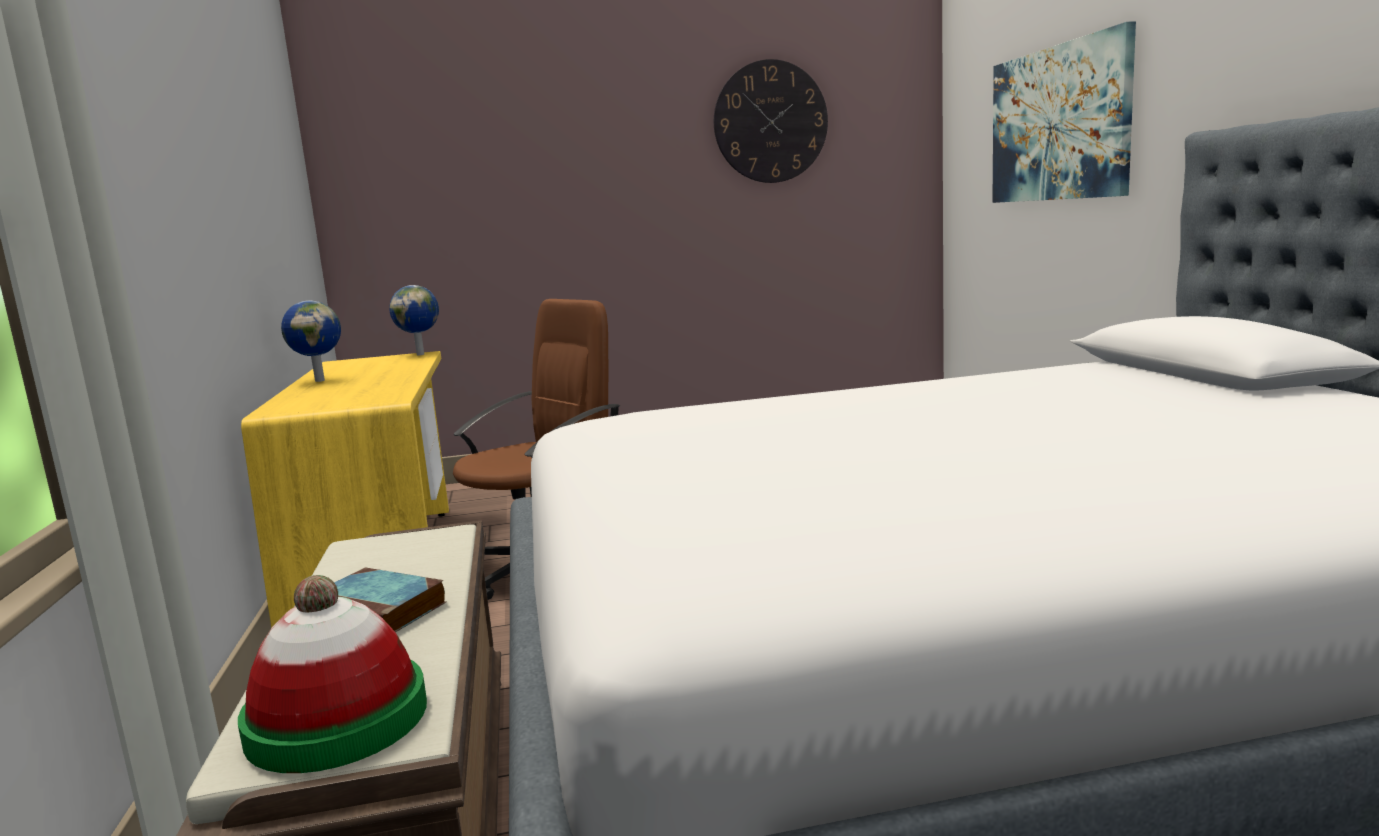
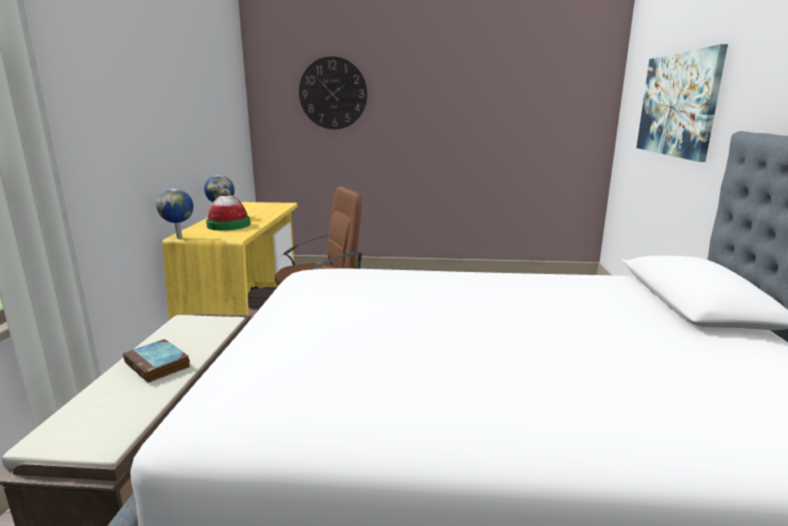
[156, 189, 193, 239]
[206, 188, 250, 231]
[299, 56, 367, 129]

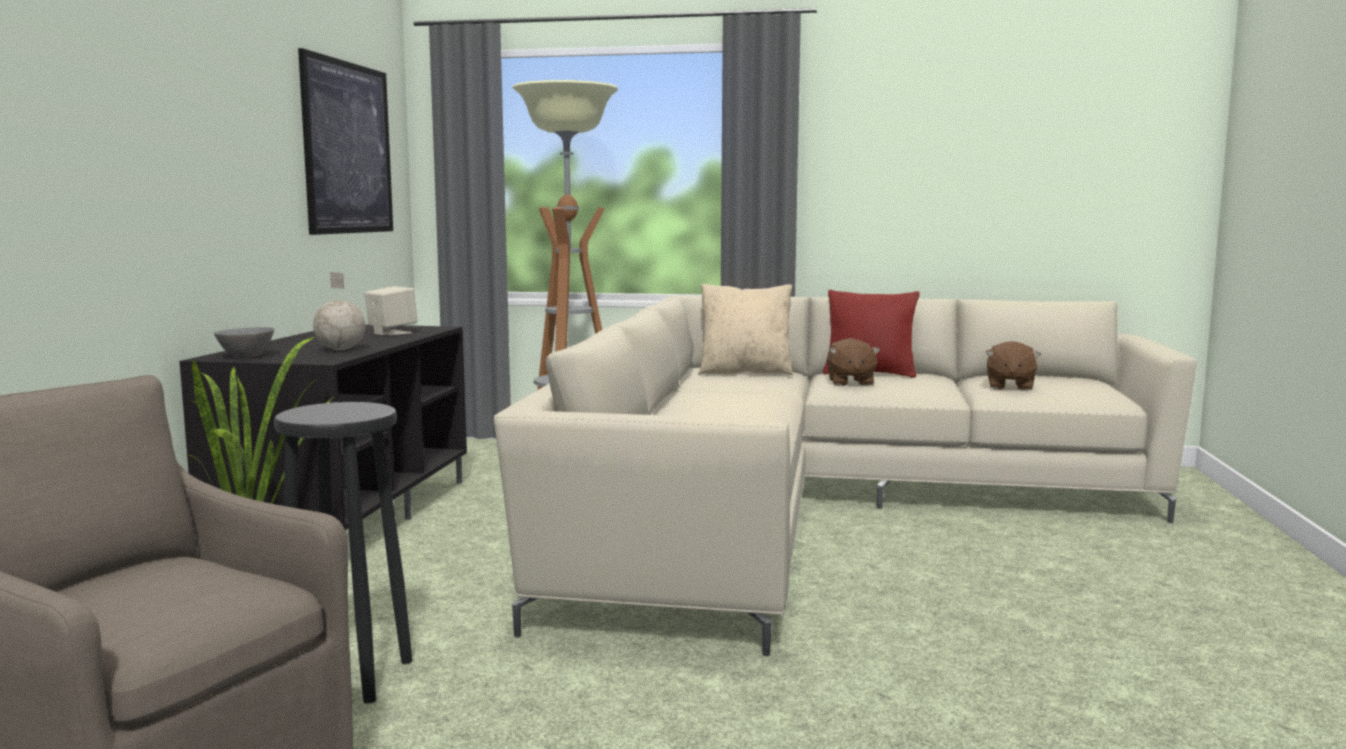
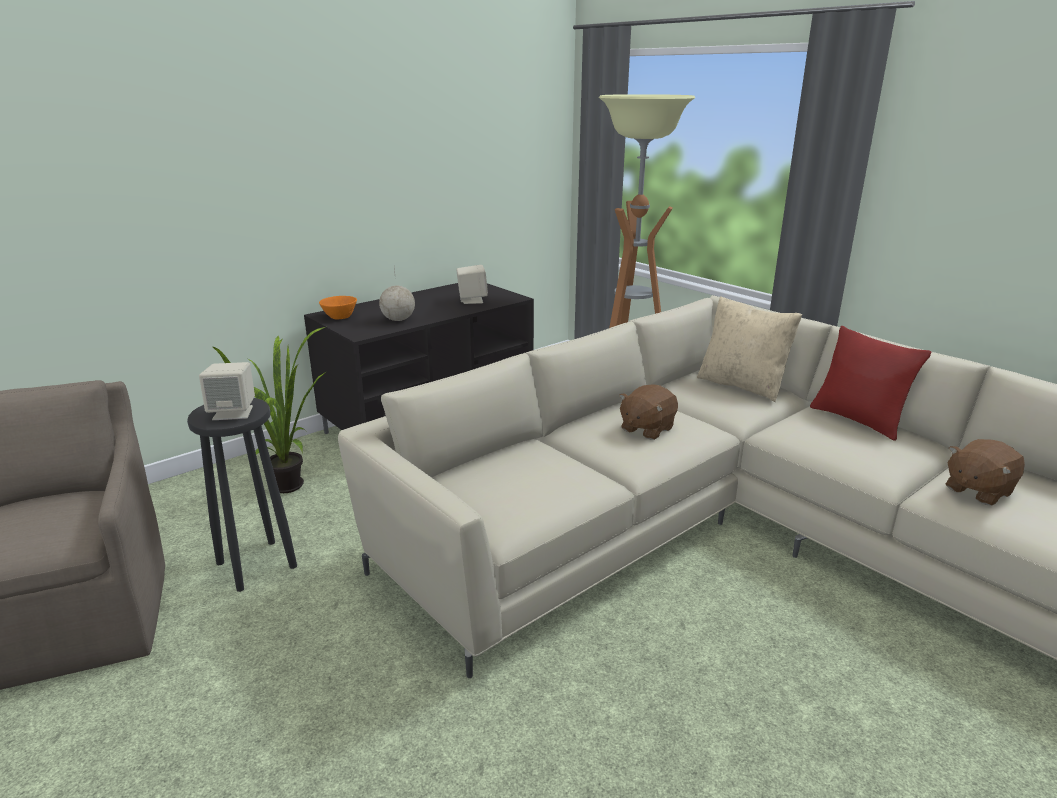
[199, 362, 255, 420]
[319, 296, 357, 319]
[619, 384, 678, 440]
[298, 48, 393, 235] (first image)

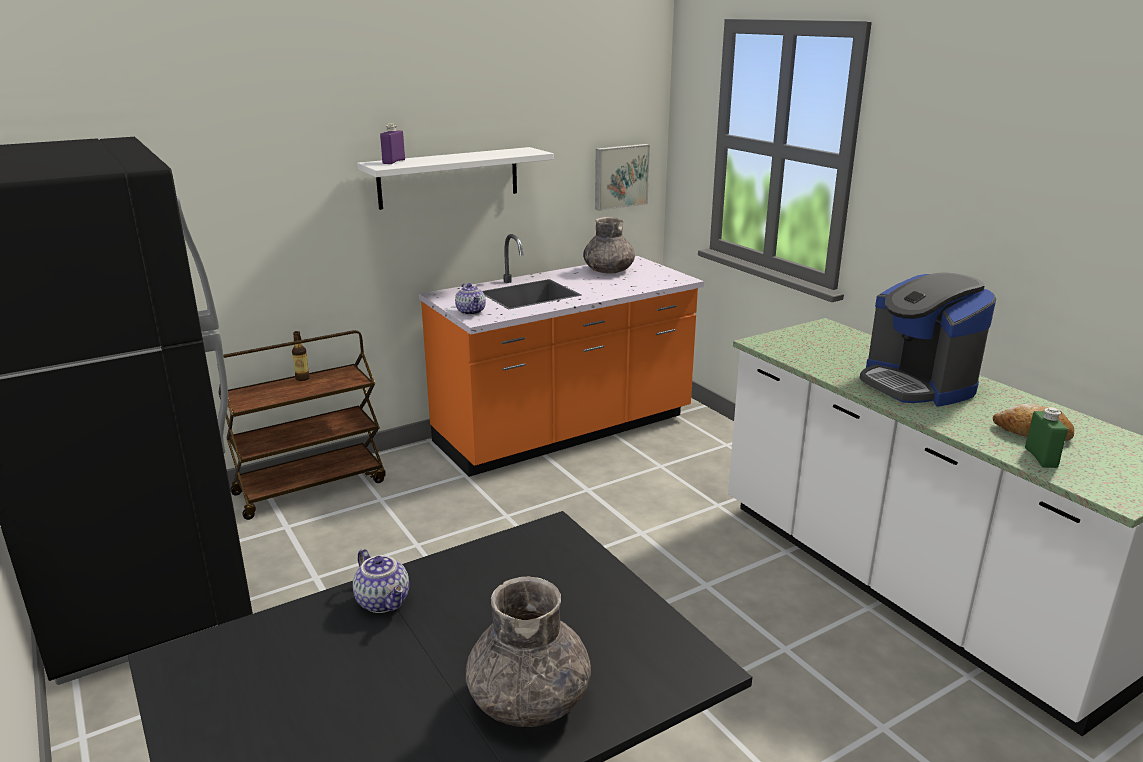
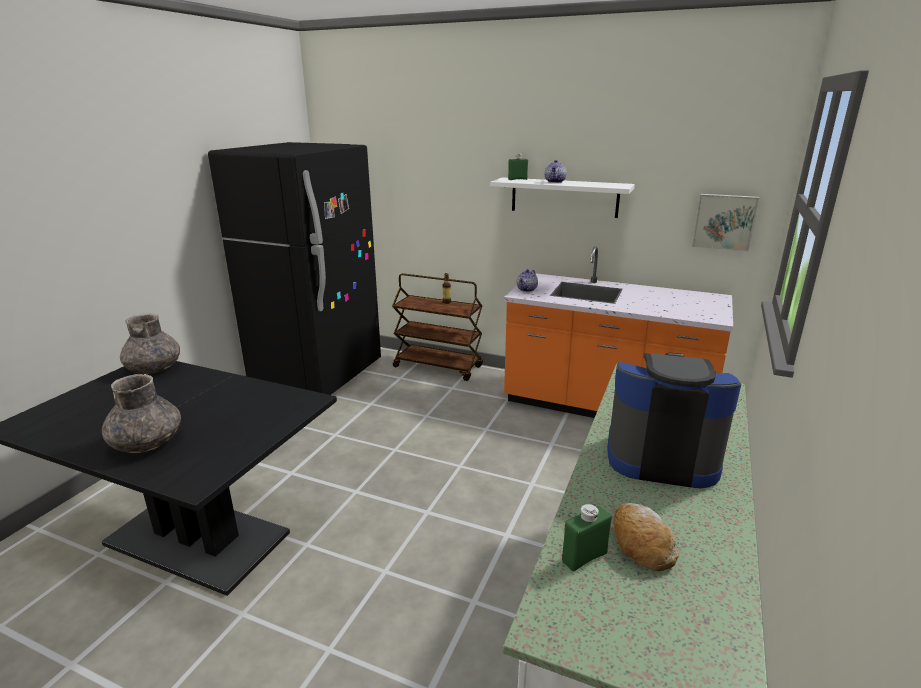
[120, 313, 180, 374]
[508, 154, 528, 180]
[545, 160, 566, 183]
[607, 352, 741, 488]

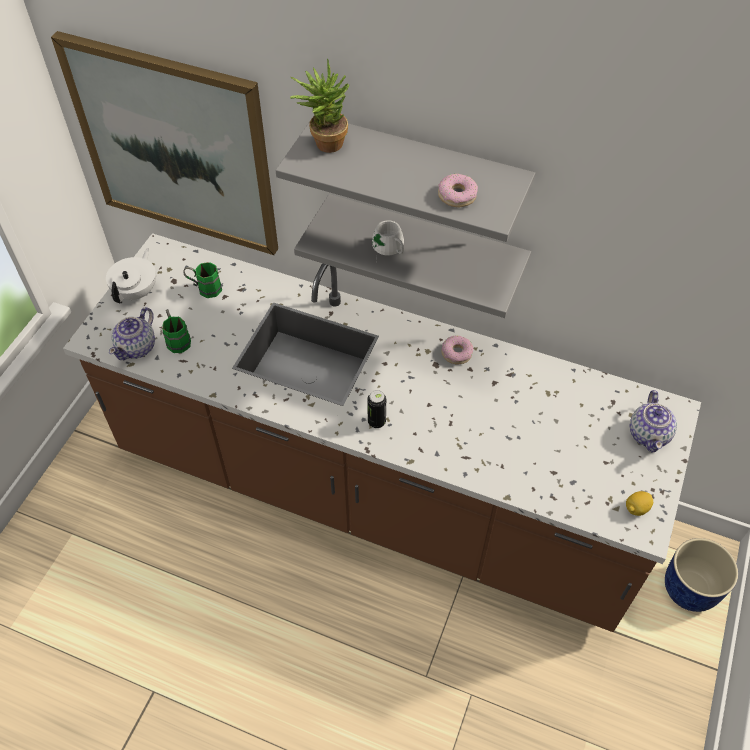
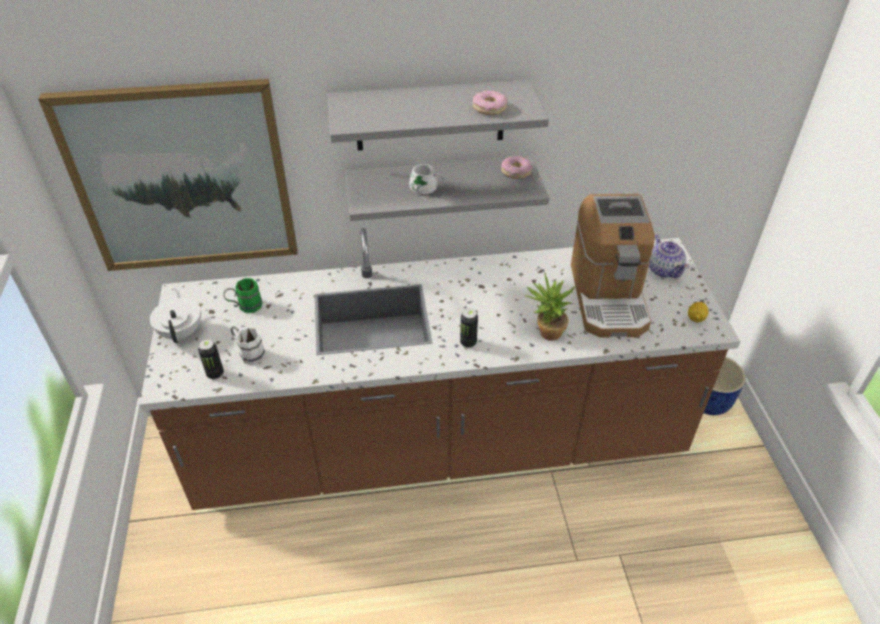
[198, 339, 224, 380]
[231, 326, 266, 365]
[501, 156, 533, 179]
[525, 273, 576, 341]
[571, 194, 655, 338]

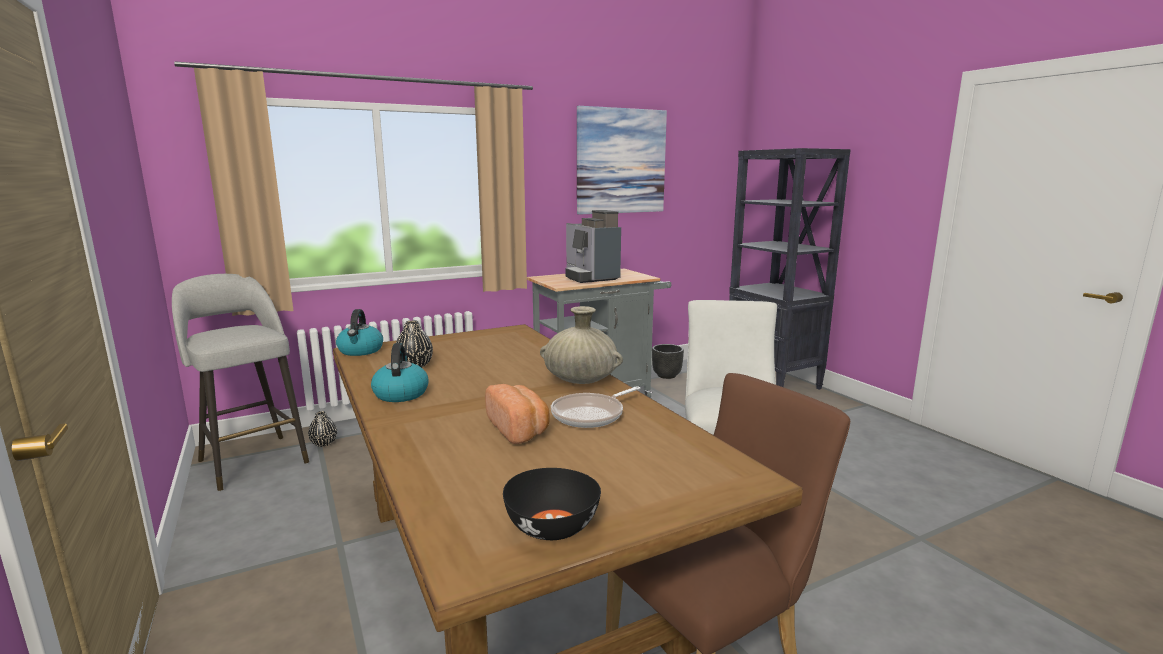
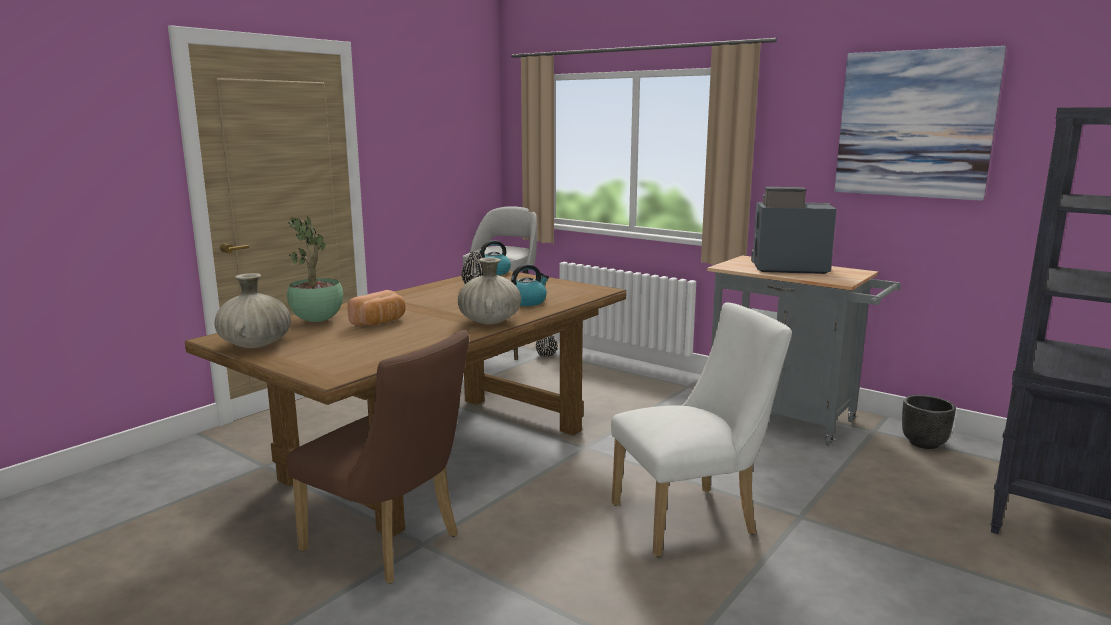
[215, 273, 291, 348]
[287, 217, 343, 322]
[511, 264, 549, 306]
[751, 187, 837, 274]
[551, 386, 640, 428] (first image)

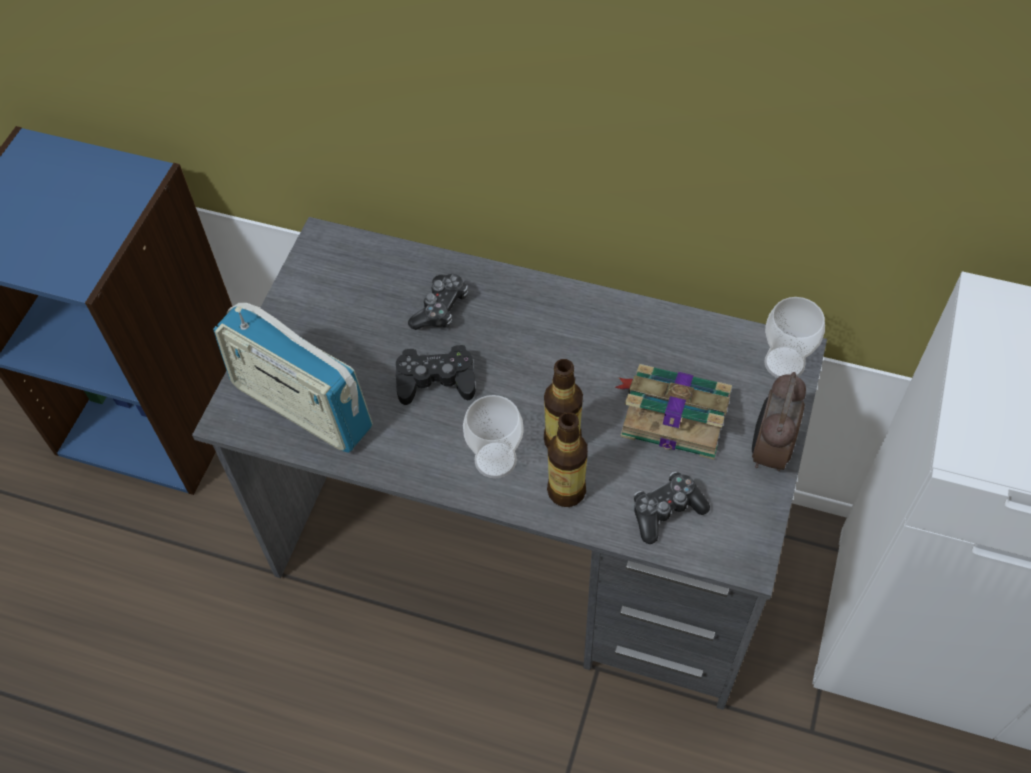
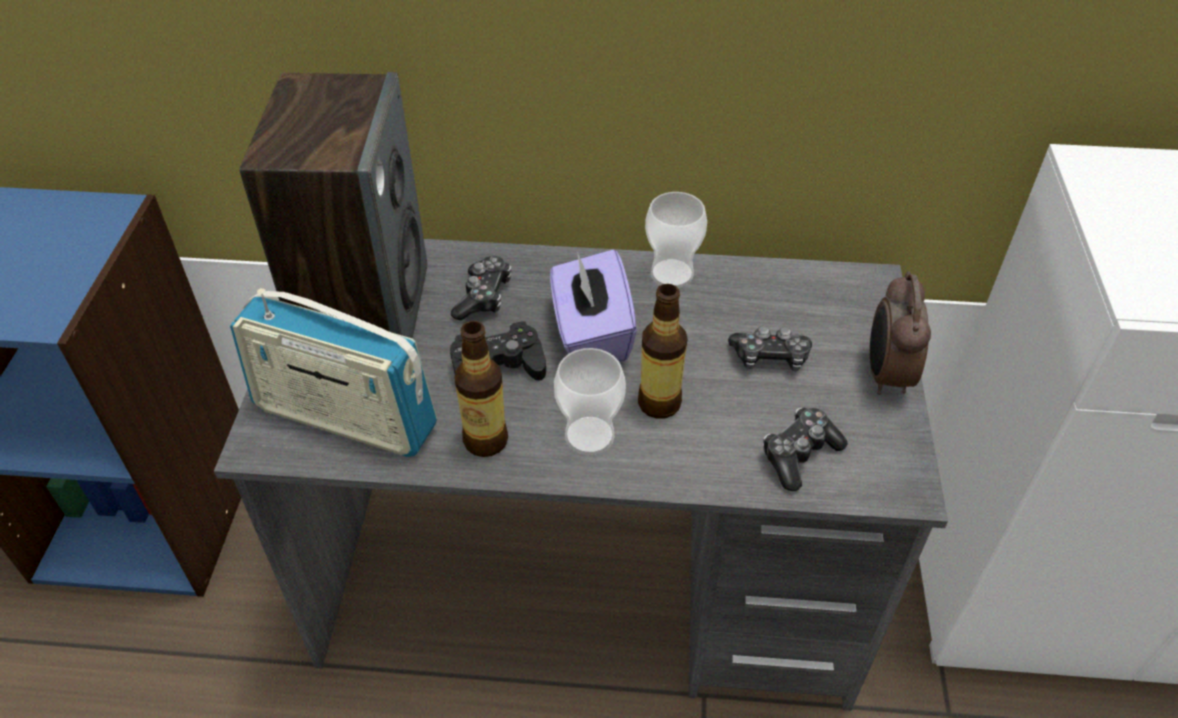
[239, 72, 427, 338]
[455, 321, 508, 457]
[550, 249, 637, 362]
[645, 192, 707, 288]
[728, 326, 812, 372]

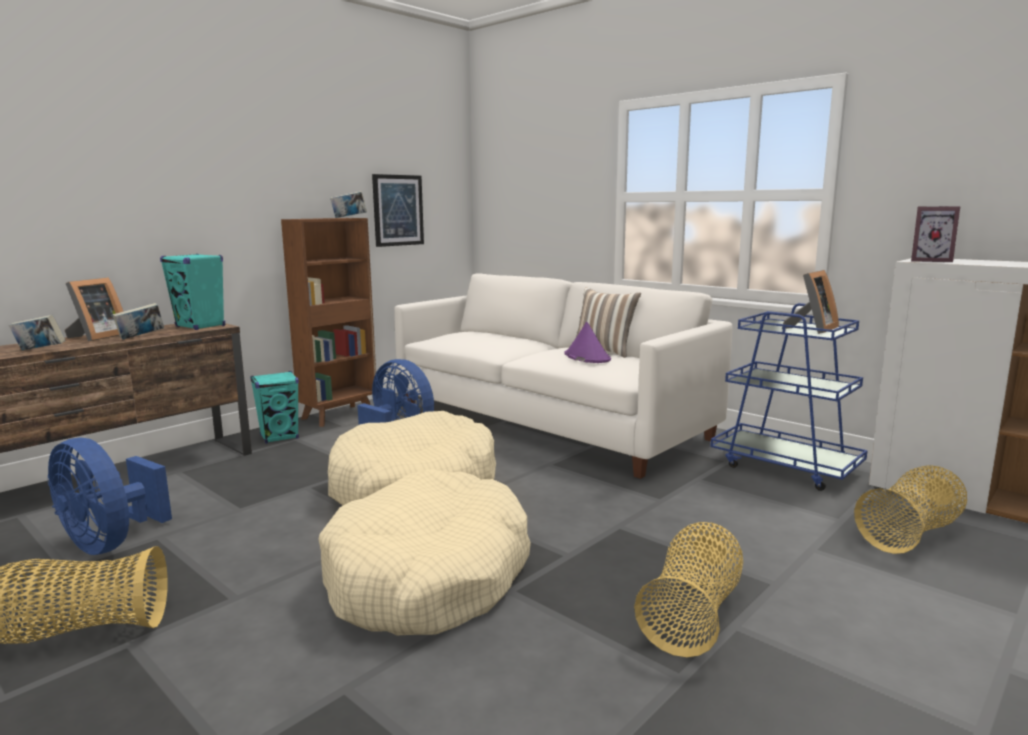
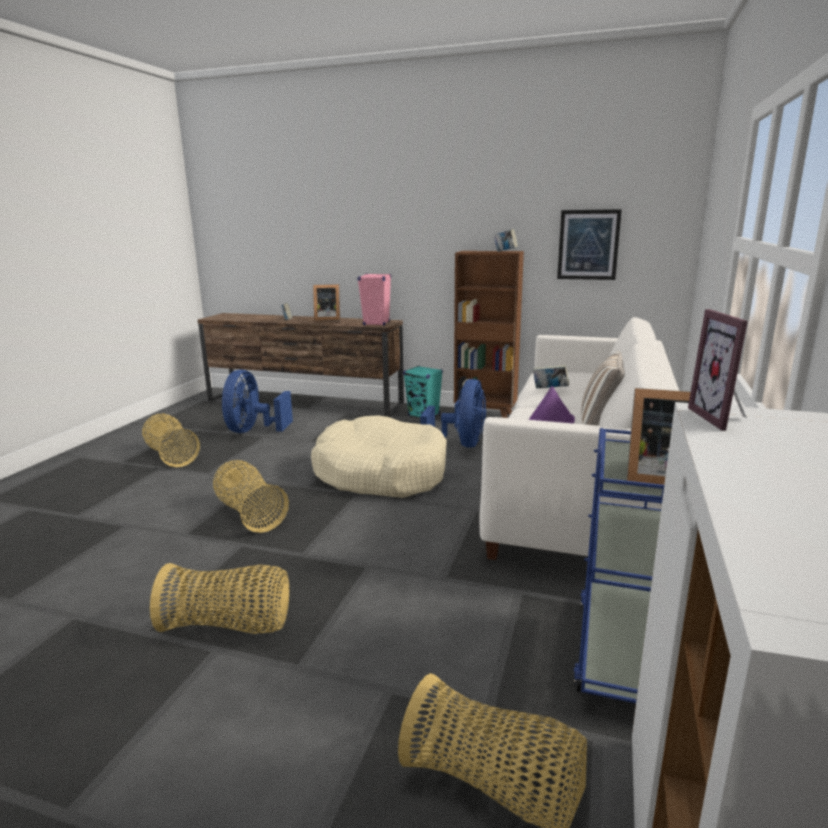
[213, 460, 289, 533]
[357, 273, 391, 326]
[533, 364, 569, 388]

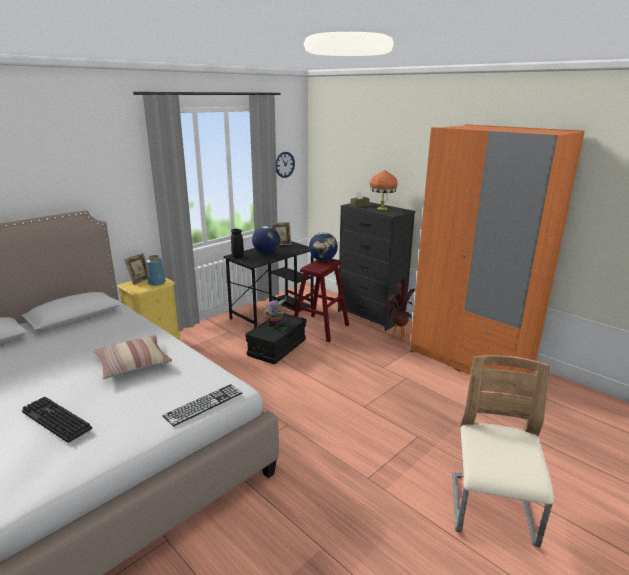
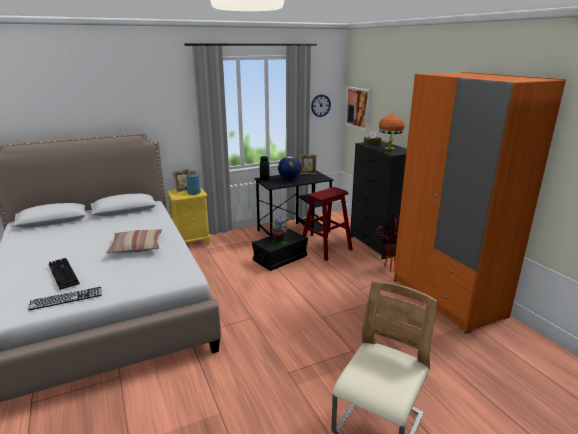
[28, 287, 102, 310]
[345, 87, 371, 131]
[309, 232, 338, 261] (first image)

